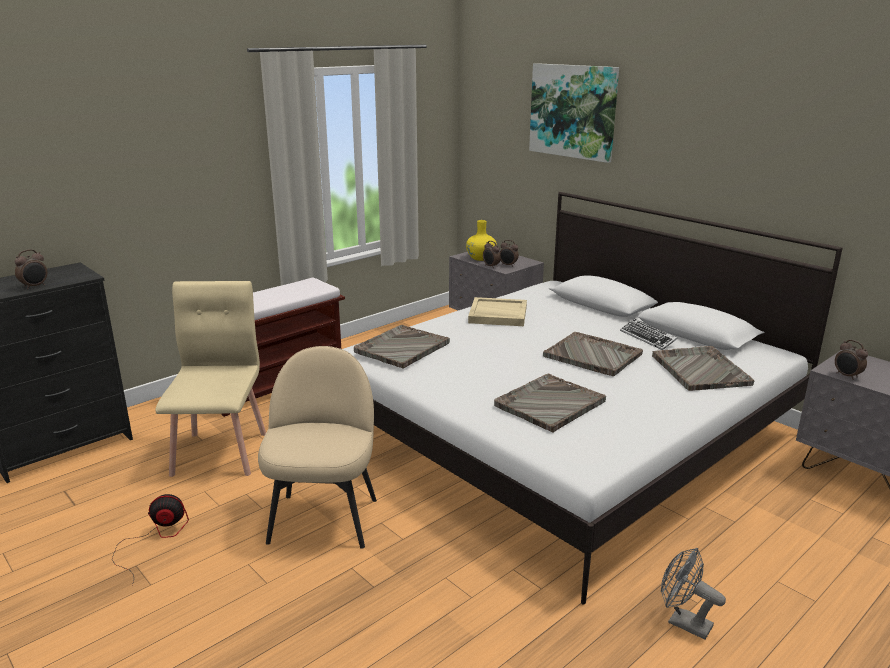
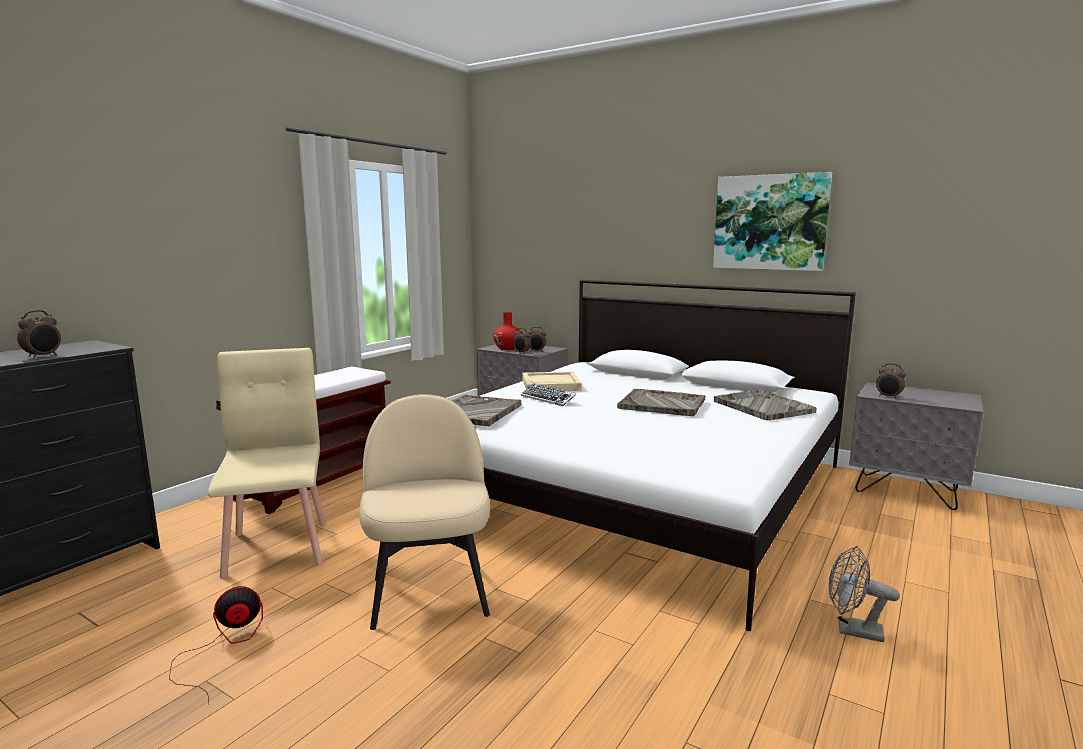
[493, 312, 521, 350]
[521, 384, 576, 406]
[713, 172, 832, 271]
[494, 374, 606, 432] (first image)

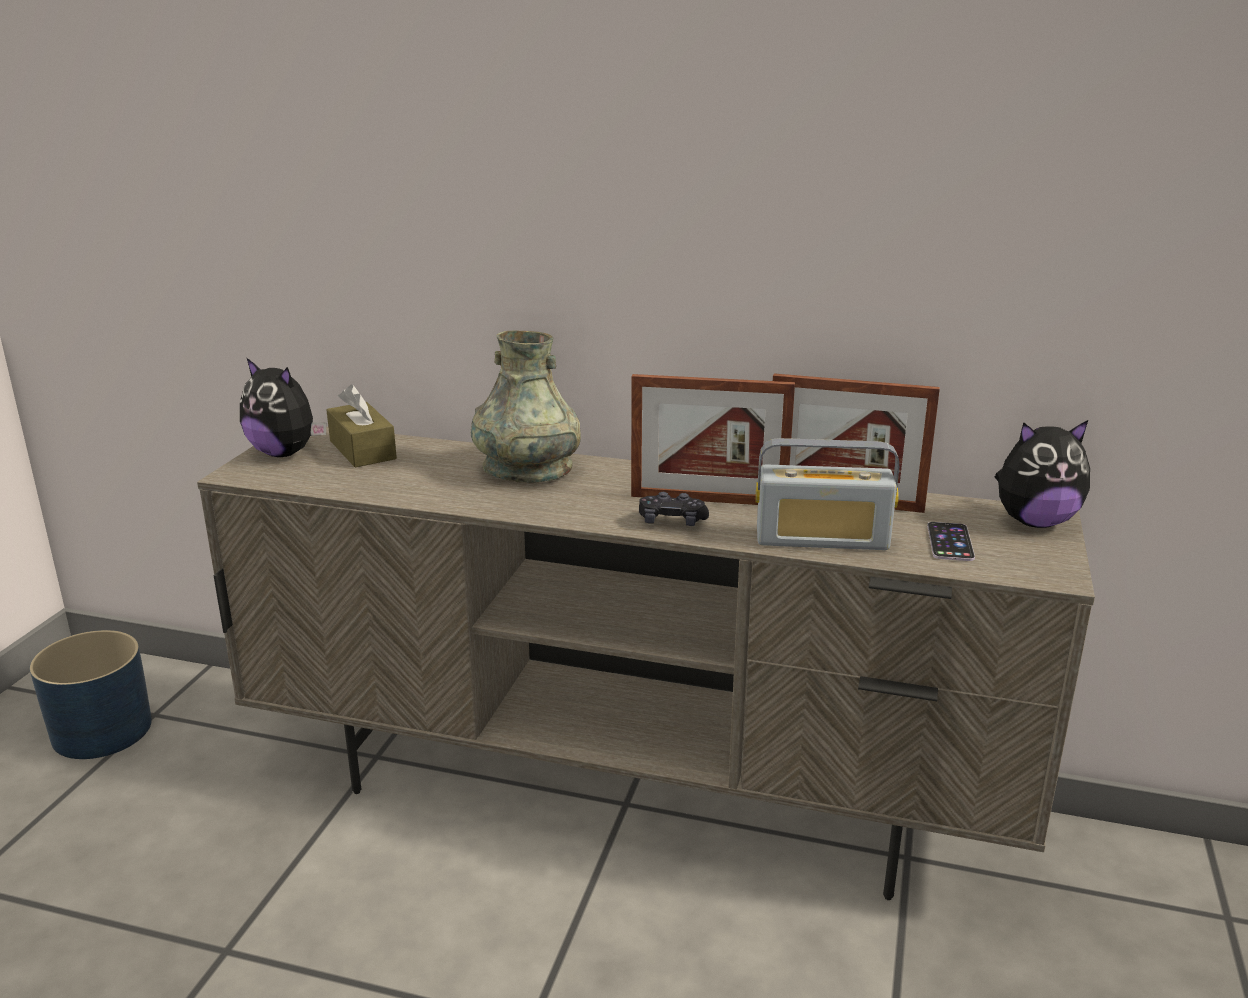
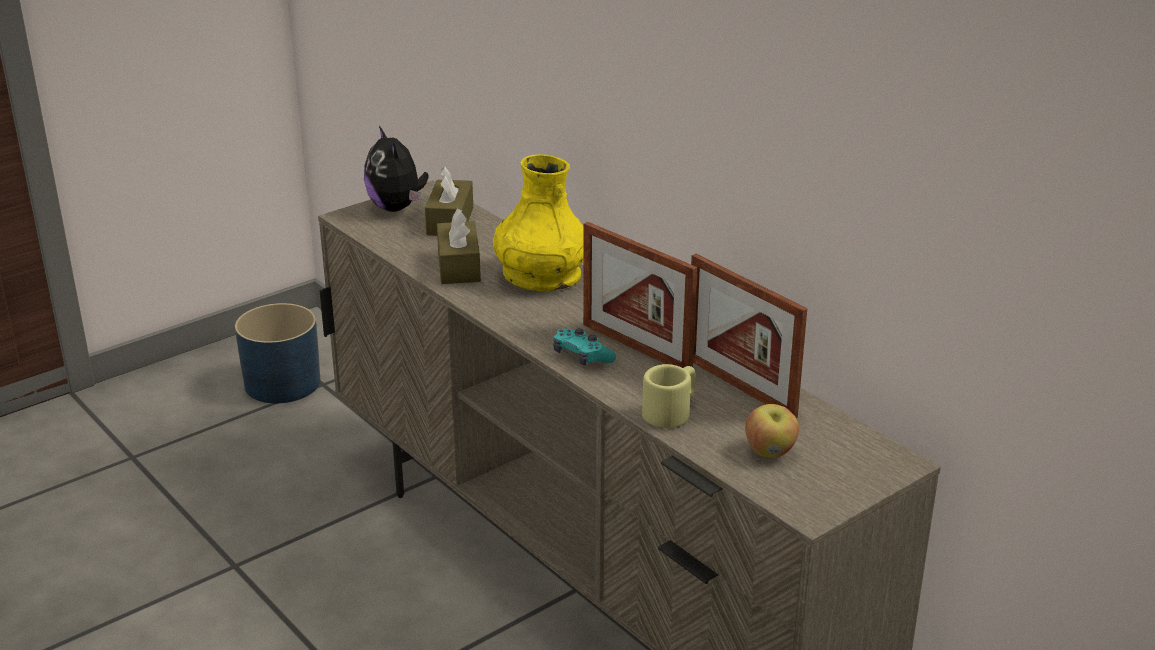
[437, 208, 481, 284]
[493, 154, 584, 291]
[553, 329, 616, 365]
[642, 364, 695, 428]
[745, 404, 799, 458]
[995, 420, 1090, 528] (first image)

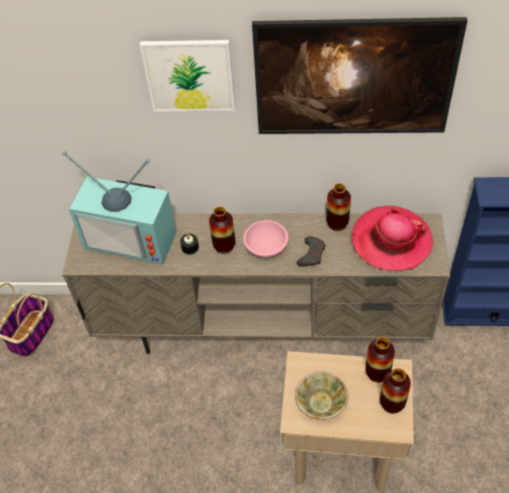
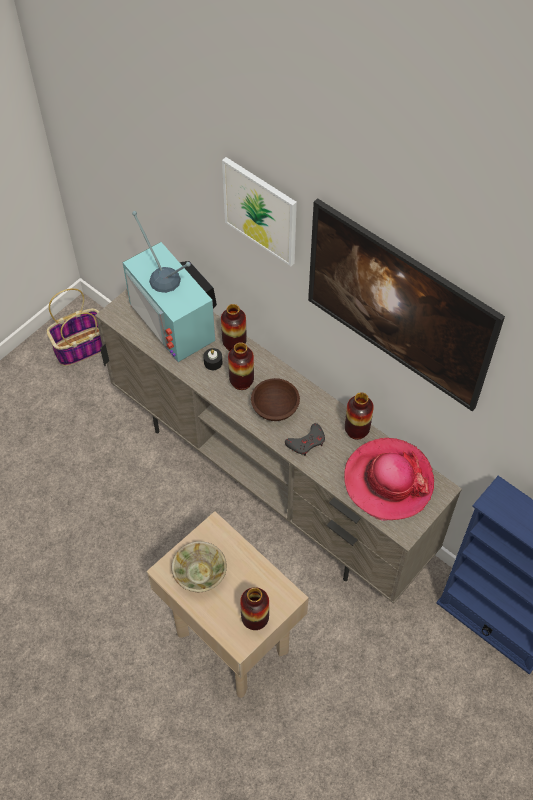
[221, 304, 247, 351]
[251, 378, 300, 421]

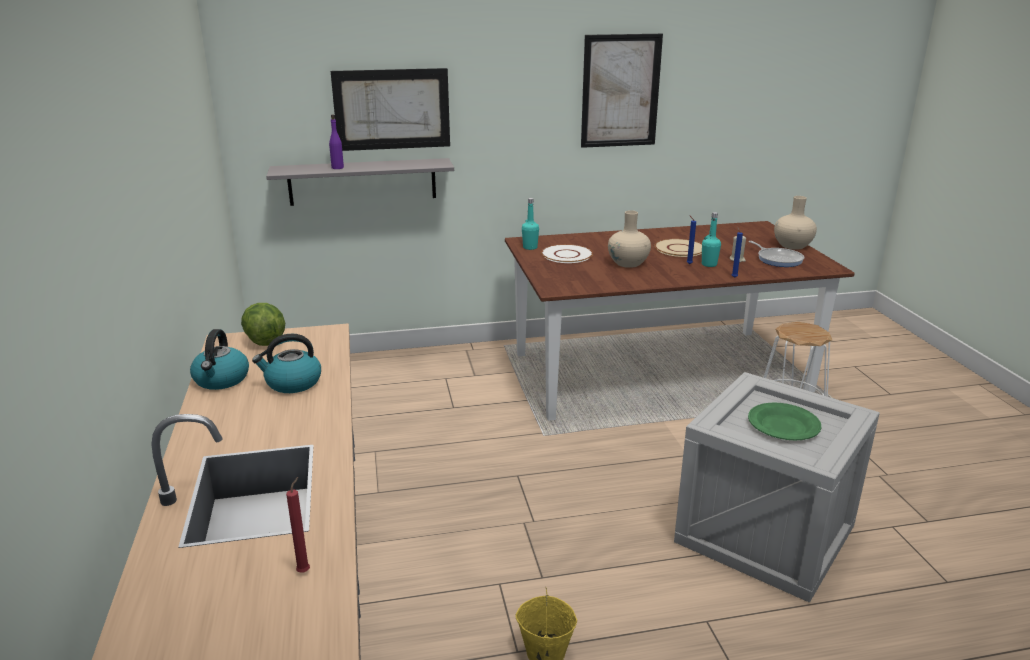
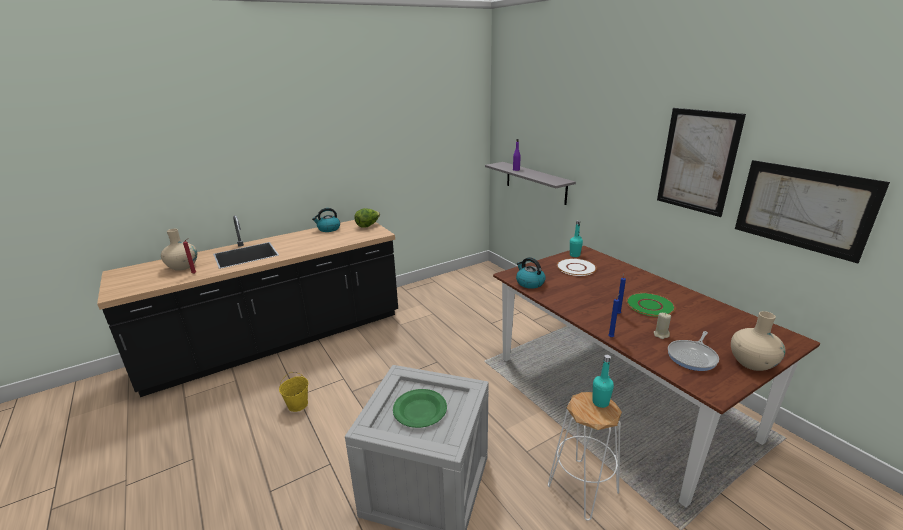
[161, 229, 197, 271]
[516, 257, 546, 289]
[592, 354, 614, 408]
[626, 293, 676, 317]
[735, 160, 890, 263]

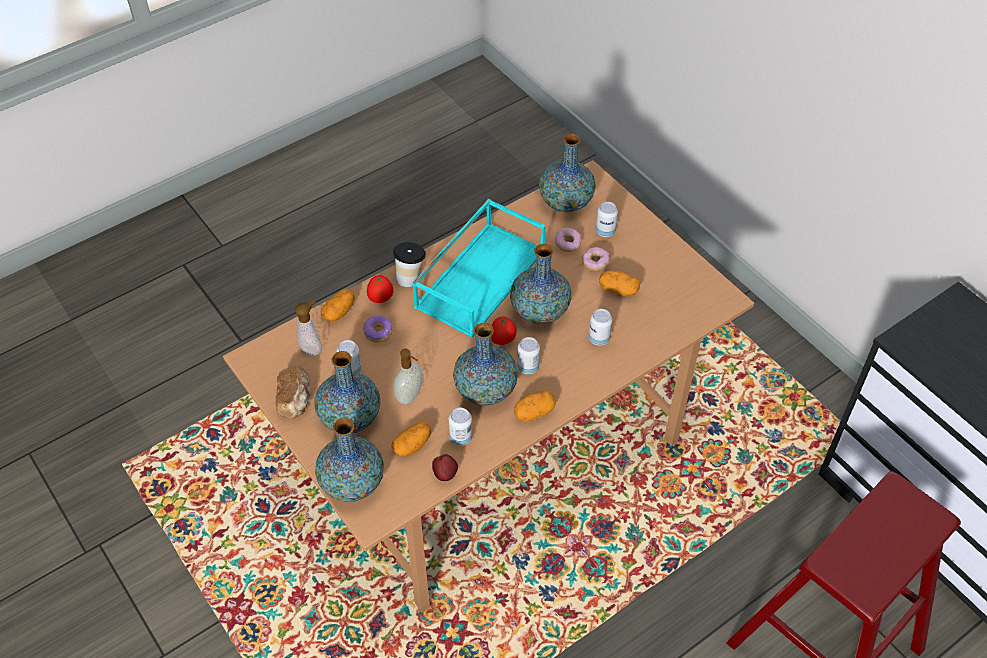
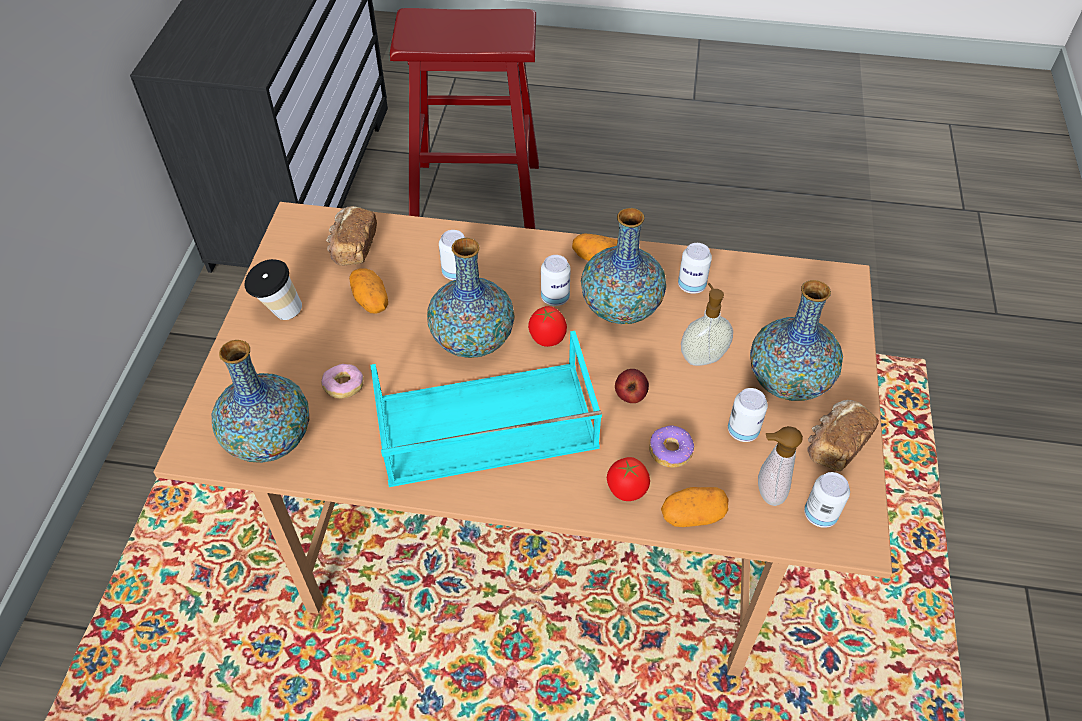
[245, 259, 302, 320]
[326, 206, 377, 266]
[615, 369, 649, 403]
[804, 472, 850, 528]
[315, 418, 384, 502] (first image)
[392, 422, 432, 456] (first image)
[582, 247, 610, 271] (first image)

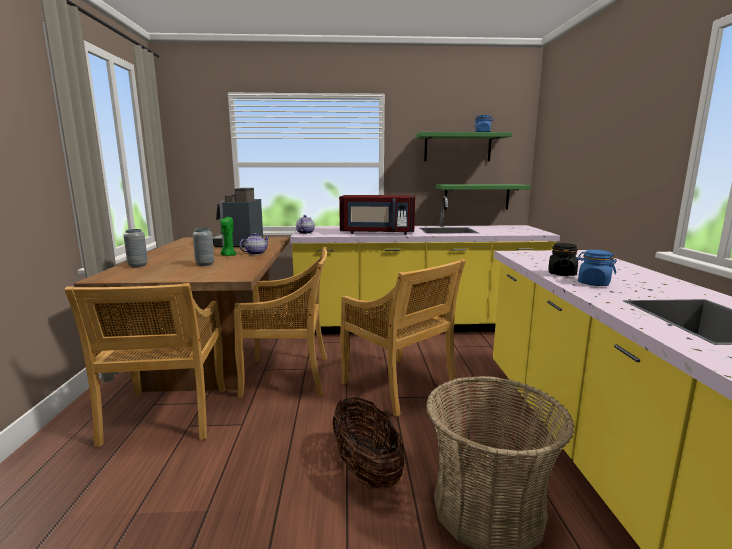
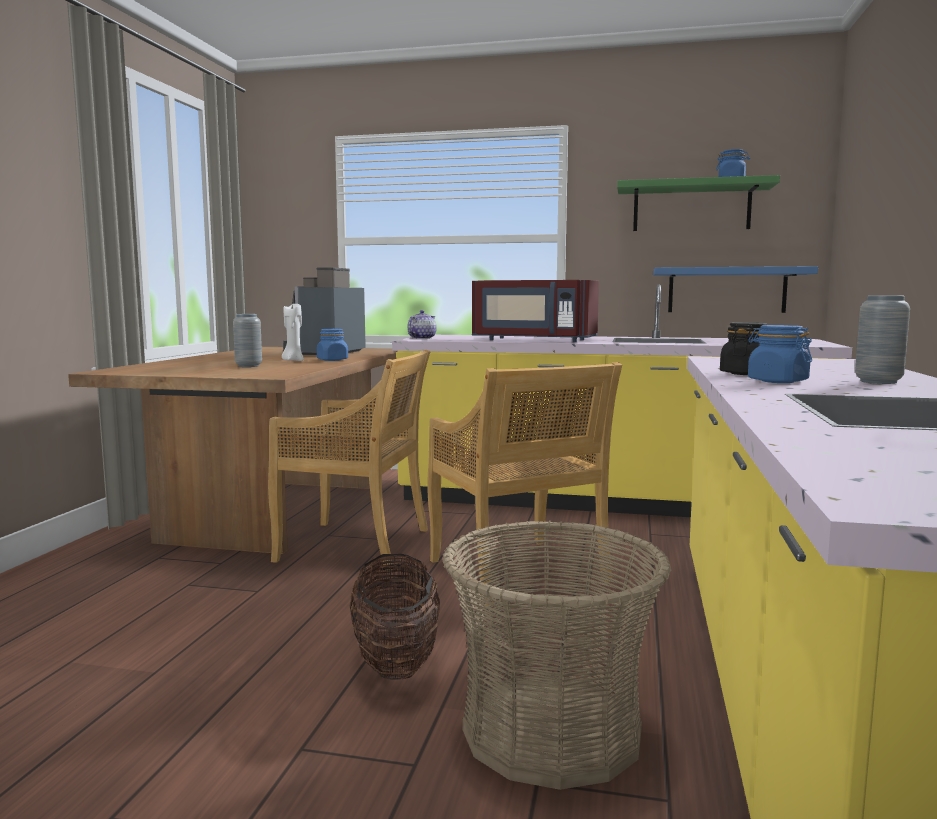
[282, 304, 304, 361]
[317, 329, 348, 361]
[653, 266, 818, 313]
[855, 296, 910, 384]
[64, 283, 225, 447] (first image)

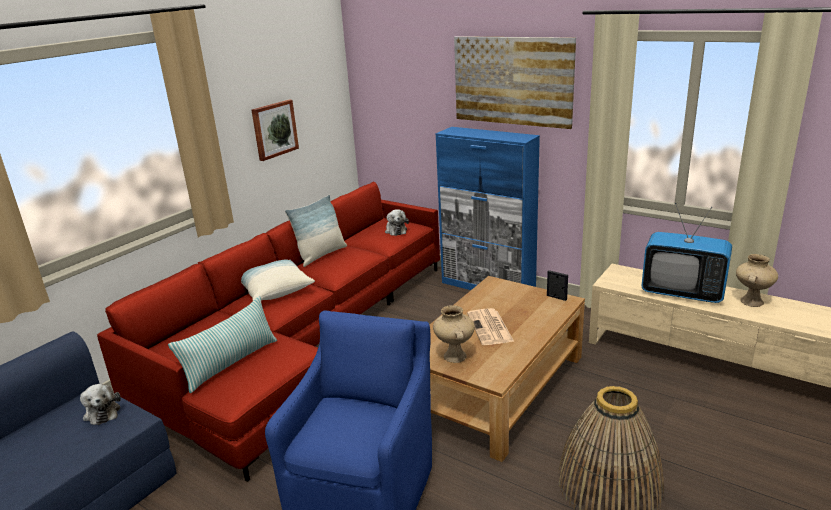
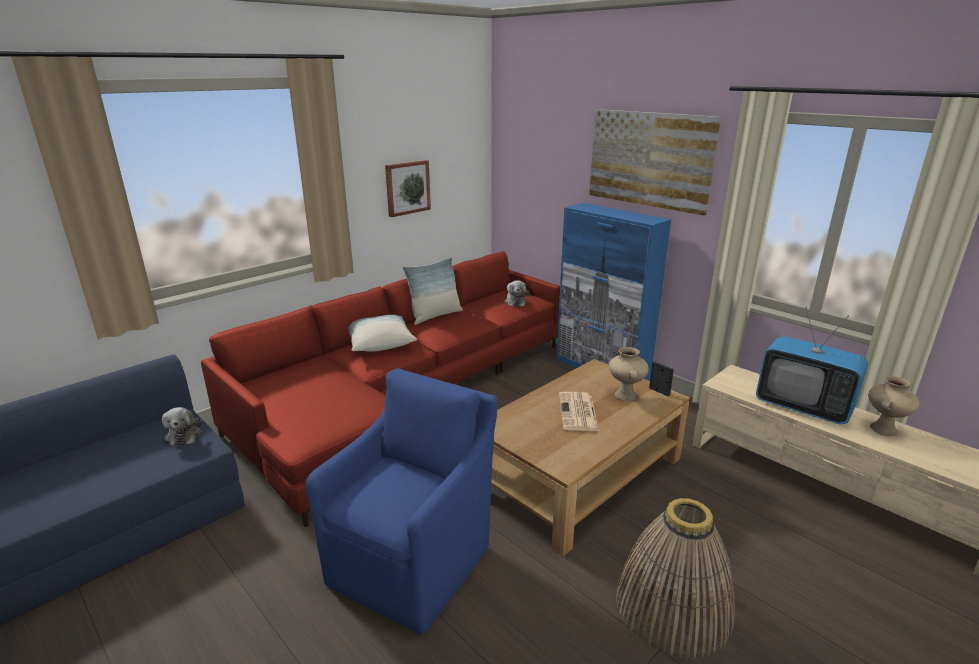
[609, 347, 649, 401]
[168, 296, 277, 393] (first image)

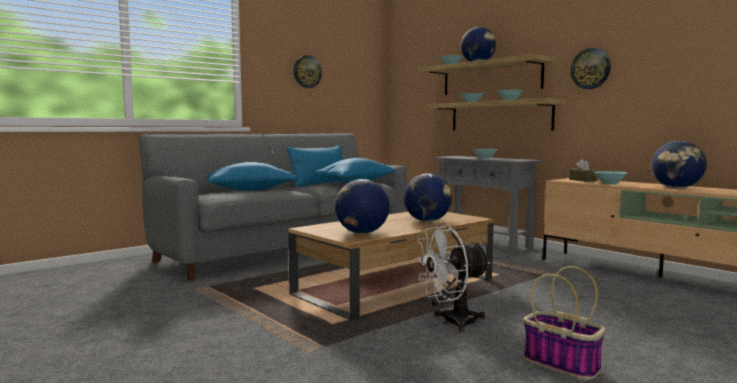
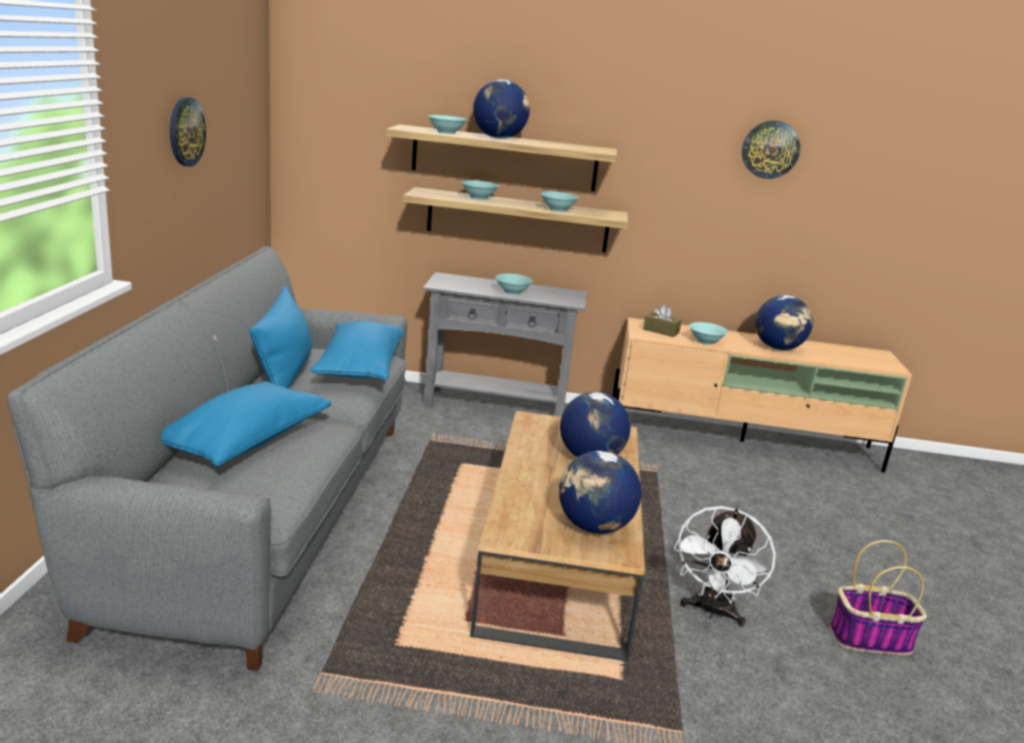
[742, 121, 800, 179]

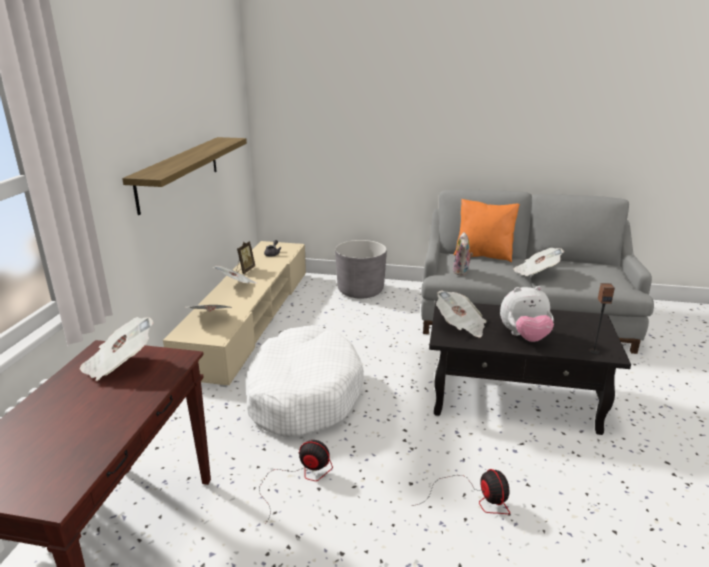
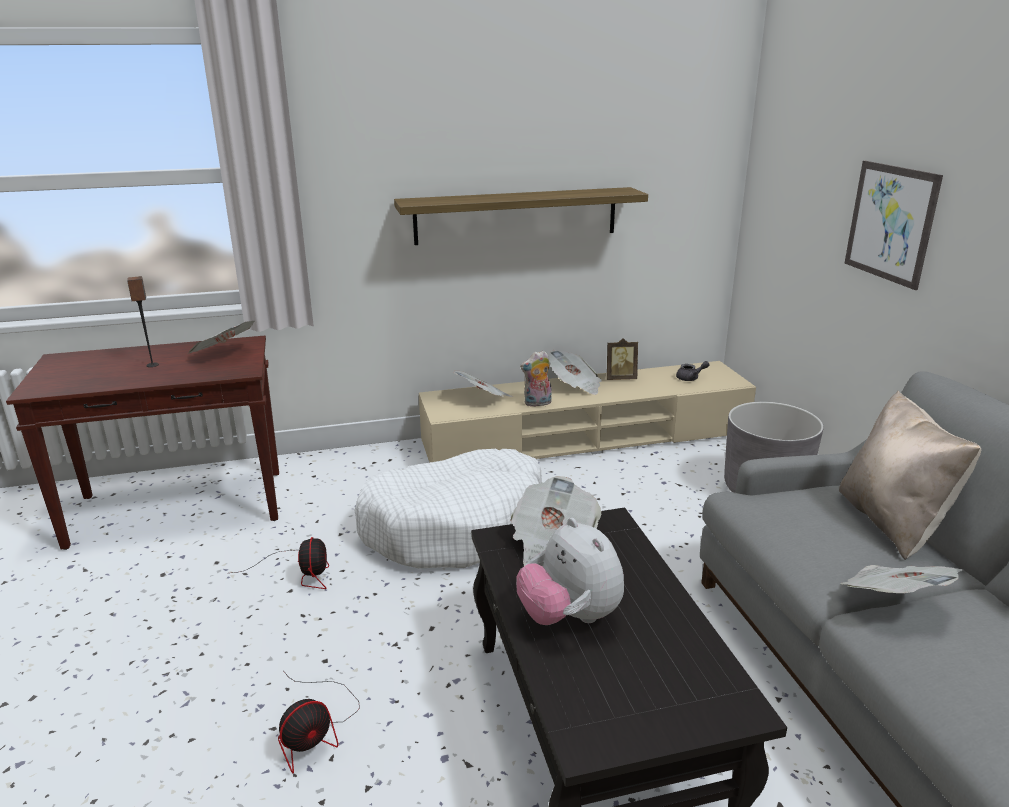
[127, 276, 159, 367]
[520, 350, 552, 407]
[839, 391, 981, 560]
[845, 161, 943, 290]

